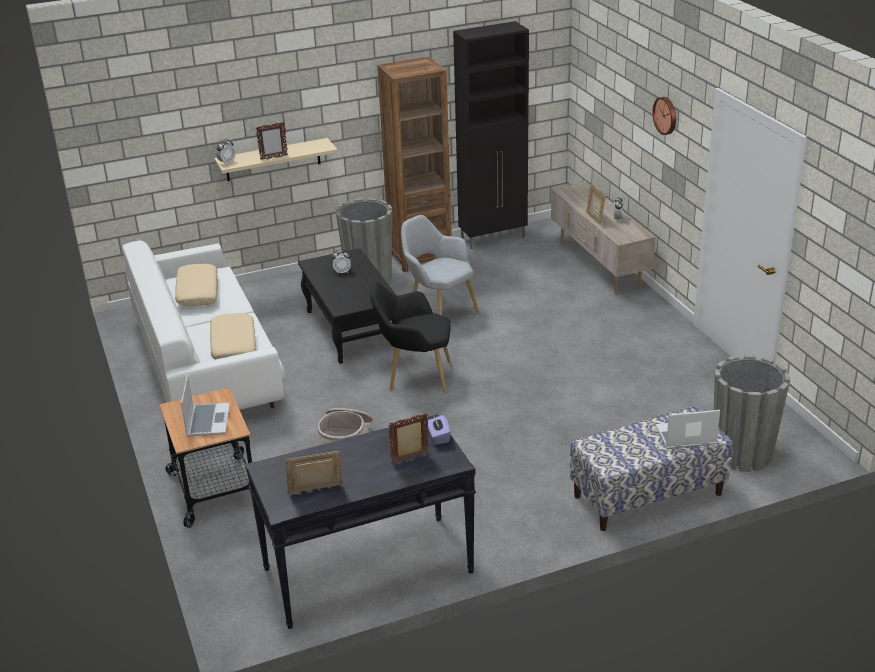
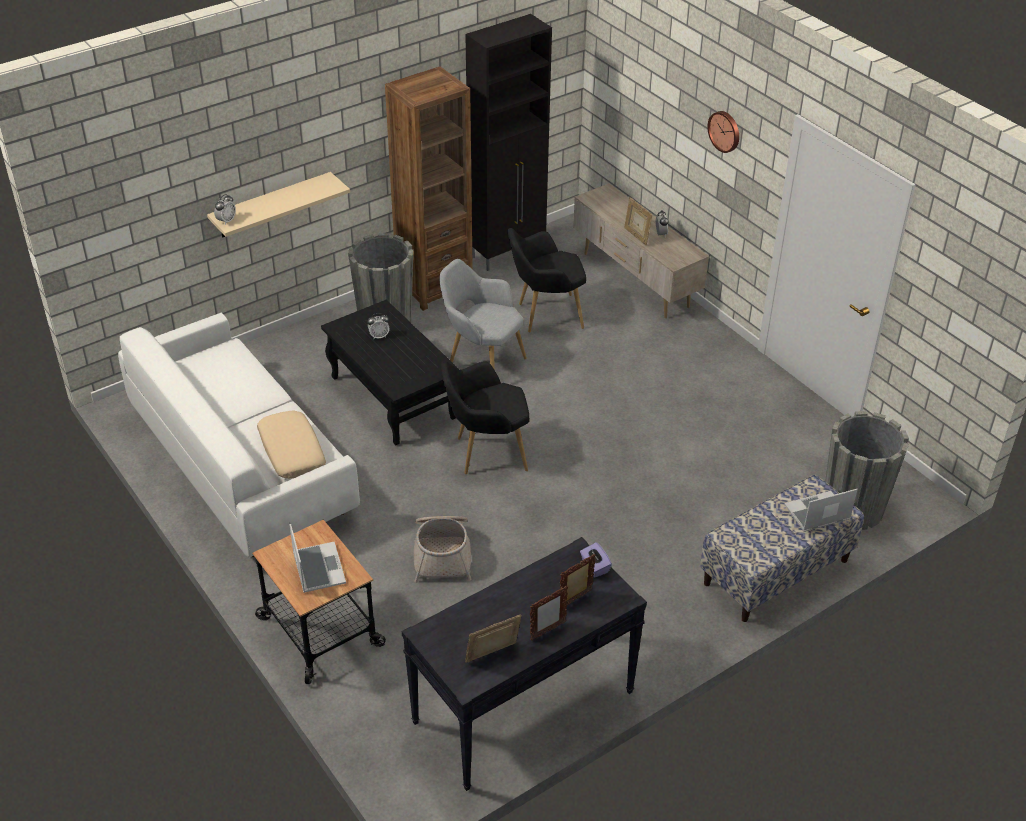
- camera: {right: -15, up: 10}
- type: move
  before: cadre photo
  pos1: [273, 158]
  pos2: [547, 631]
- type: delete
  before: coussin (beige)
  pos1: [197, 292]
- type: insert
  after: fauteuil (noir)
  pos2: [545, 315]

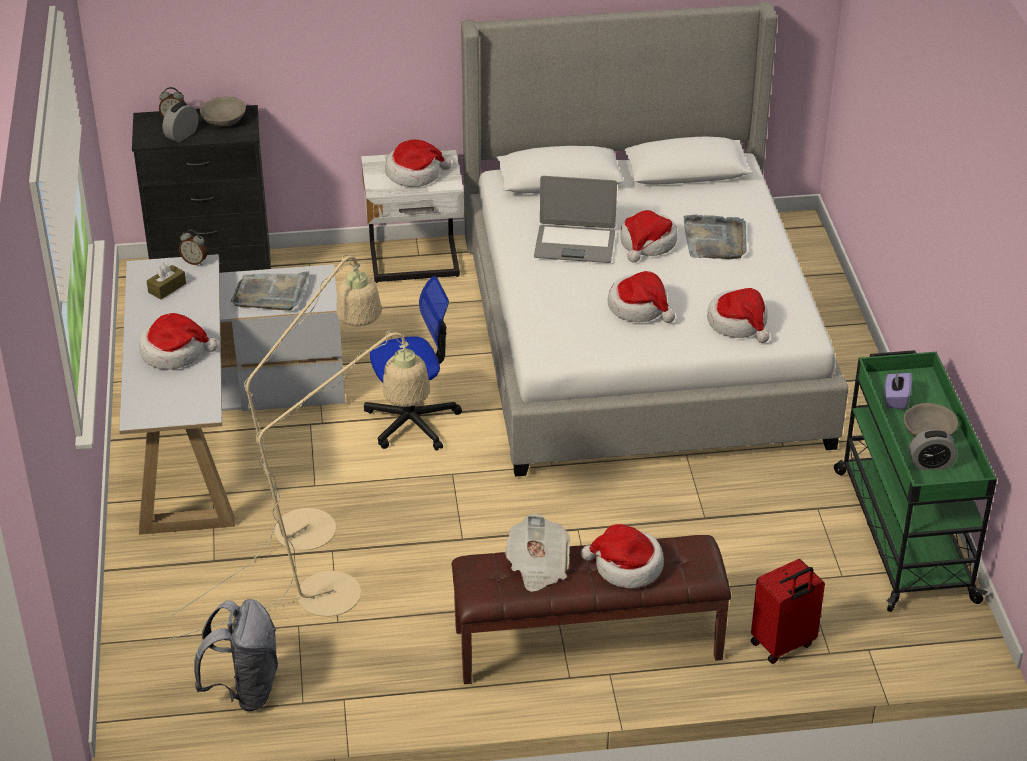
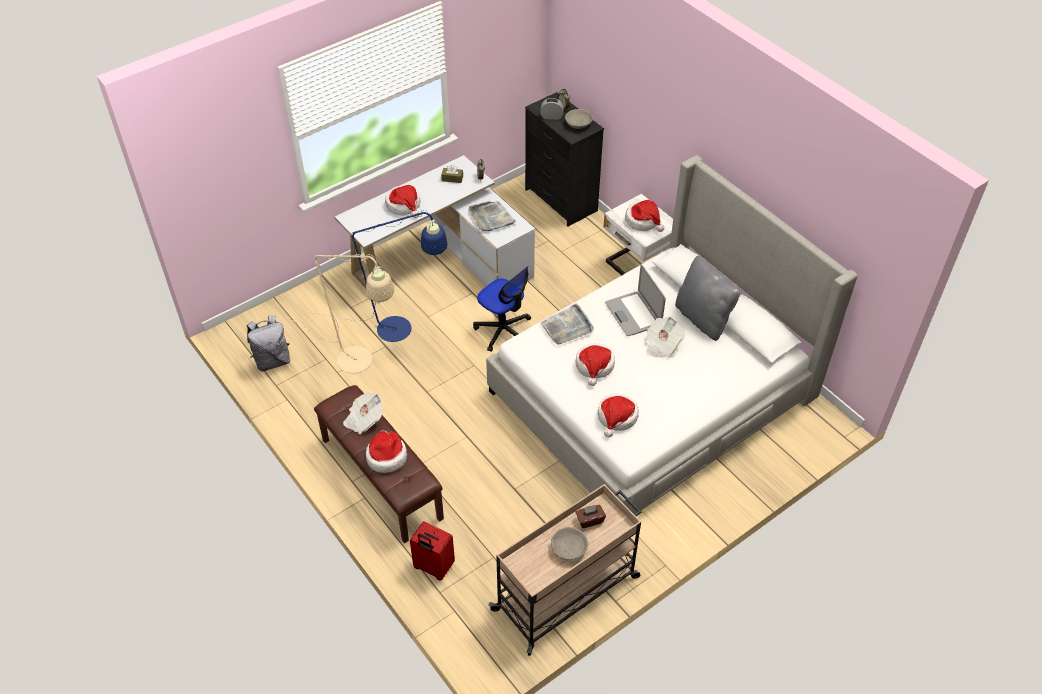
- camera: {right: 60, up: 10}
- type: replace
  before: chapeau
  after: journal
  pos1: [647, 243]
  pos2: [662, 345]
- type: move
  before: plateau (gris)
  pos1: [715, 240]
  pos2: [567, 327]
- type: recolor
  before: lampadaire (beige)
  after: lampadaire (bleu)
  pos1: [317, 520]
  pos2: [403, 330]
- type: recolor
  before: chariot (vert)
  after: chariot (beige)
  pos1: [903, 533]
  pos2: [567, 592]
- type: recolor
  before: boîte à mouchoirs (violet)
  after: boîte à mouchoirs (marron)
  pos1: [895, 399]
  pos2: [589, 520]
- type: delete
  before: réveil
  pos1: [930, 464]
- type: insert
  after: coussin (gris)
  pos2: [702, 319]

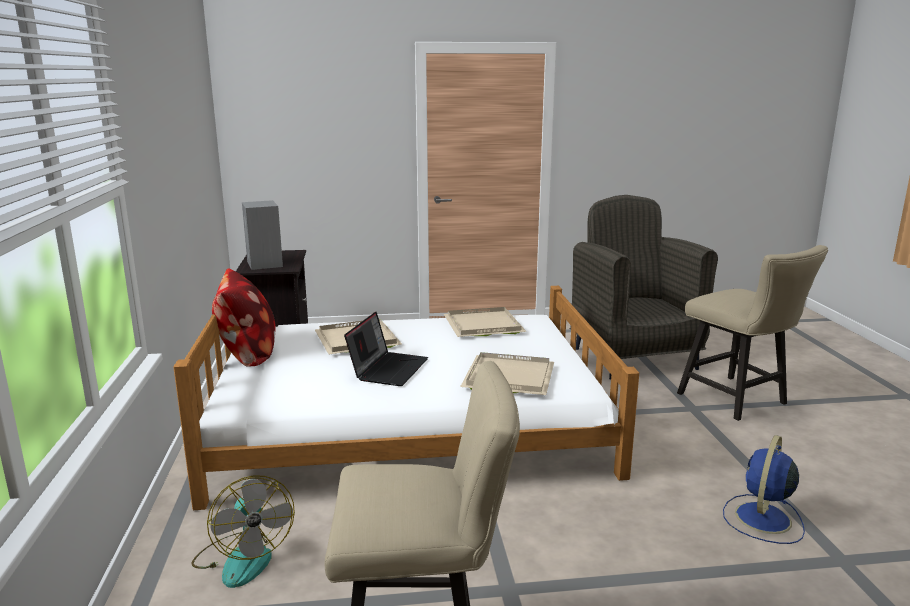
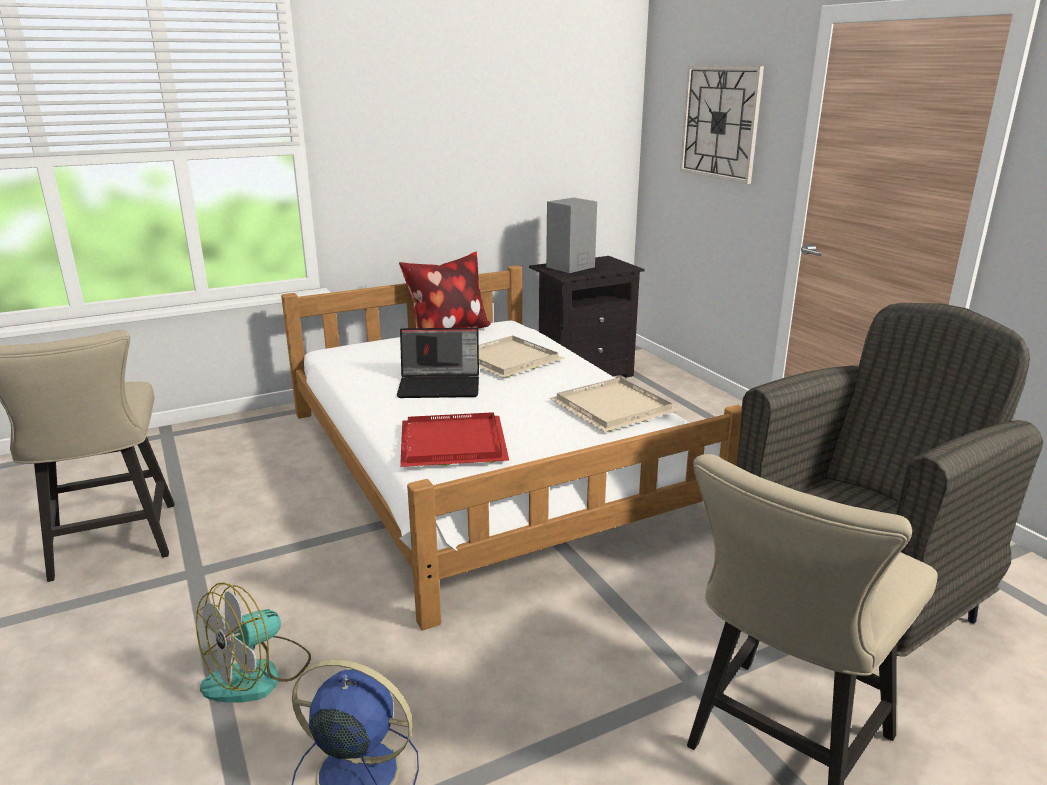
- camera: {right: 70, up: 5}
- type: recolor
  before: plateau (beige)
  after: plateau (rouge)
  pos1: [507, 378]
  pos2: [451, 443]
- type: move
  before: ventilateur
  pos1: [243, 557]
  pos2: [258, 674]
- type: insert
  after: horloge murale
  pos2: [720, 122]

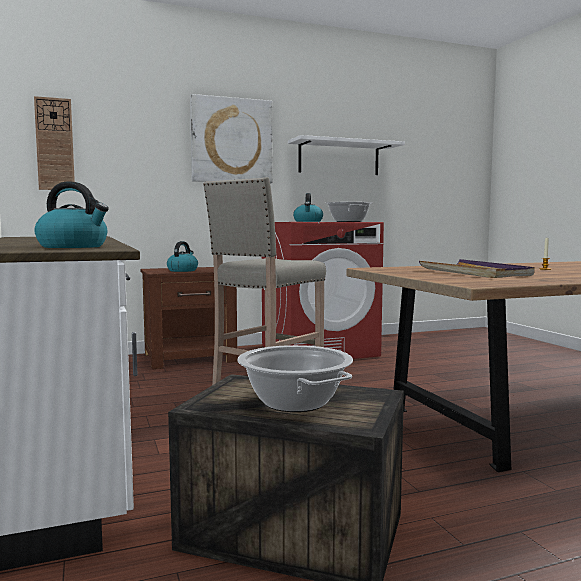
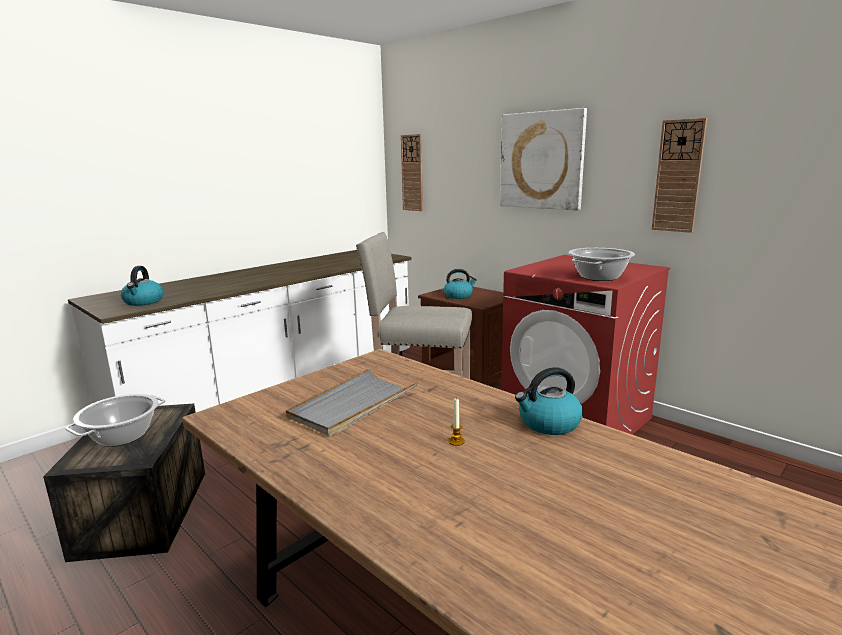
- camera: {right: 65, up: 10}
- type: replace
  before: étagère (blanc)
  after: horloge murale
  pos1: [339, 158]
  pos2: [678, 176]
- type: move
  before: bouilloire
  pos1: [308, 221]
  pos2: [548, 423]
- type: recolor
  before: plateau (violet)
  after: plateau (gris)
  pos1: [474, 273]
  pos2: [353, 405]

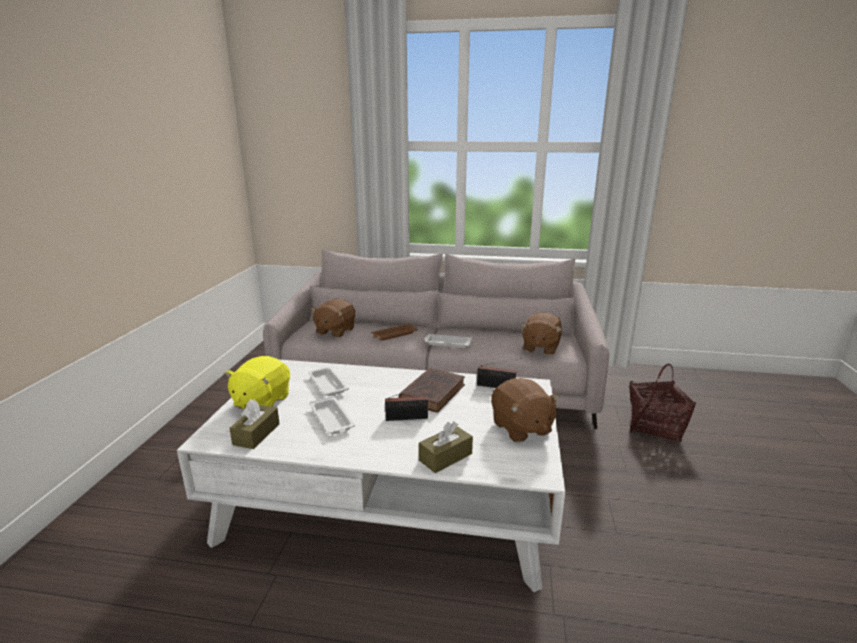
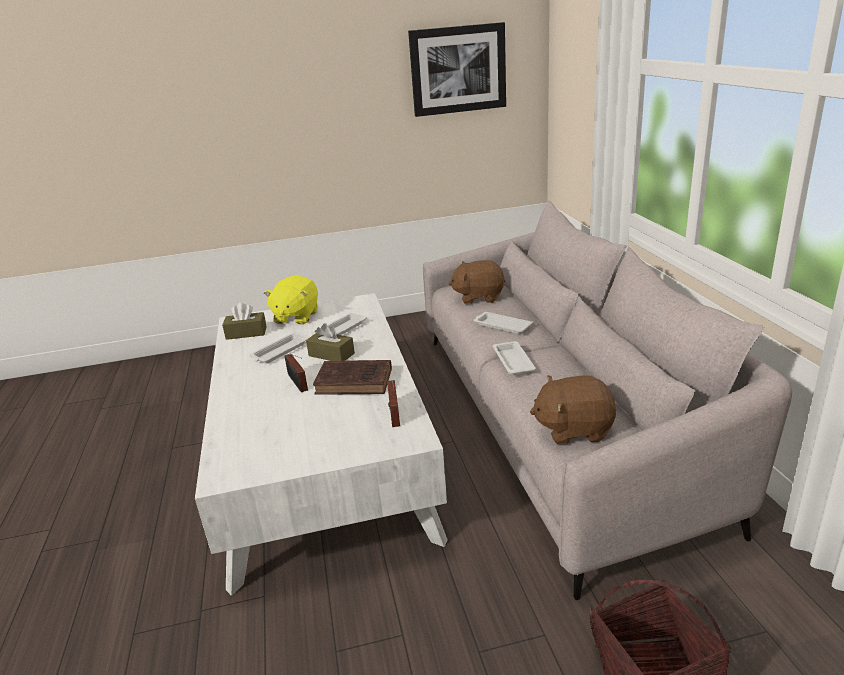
- camera: {right: 70, up: 5}
- type: recolor
  before: plateau (marron)
  after: plateau (blanc)
  pos1: [393, 335]
  pos2: [501, 326]
- type: rotate
  before: peluche (jaune)
  pos1: [261, 401]
  pos2: [296, 317]
  turn: -75
- type: delete
  before: peluche (marron)
  pos1: [521, 428]
- type: move
  before: boîte à mouchoirs (marron)
  pos1: [445, 457]
  pos2: [331, 354]
- type: insert
  after: tableau
  pos2: [458, 70]

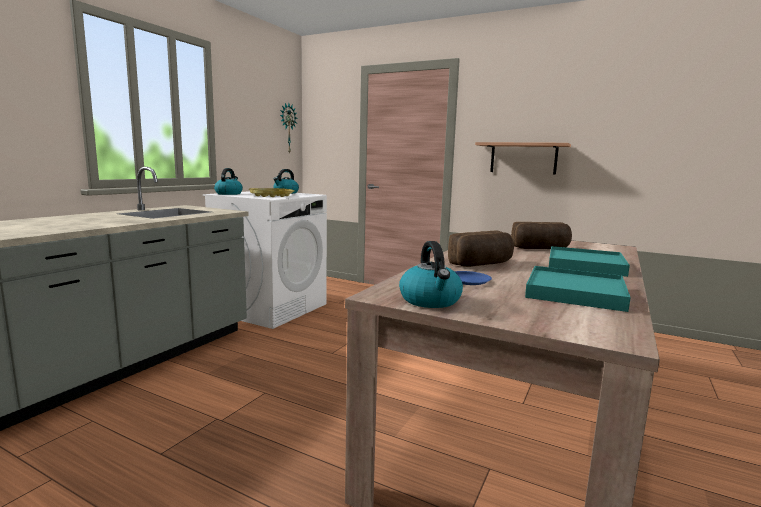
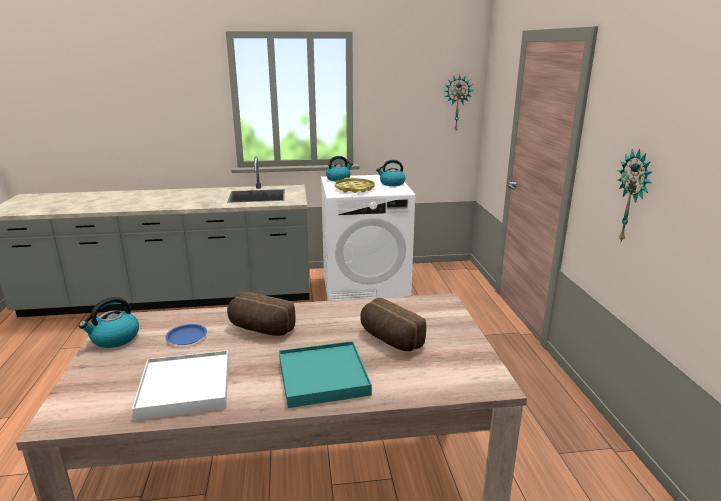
- camera: {right: 55, up: 10}
- type: replace
  before: étagère
  after: horloge murale
  pos1: [523, 158]
  pos2: [633, 197]
- type: recolor
  before: plateau (turquoise)
  after: plateau (blanc)
  pos1: [574, 292]
  pos2: [186, 387]

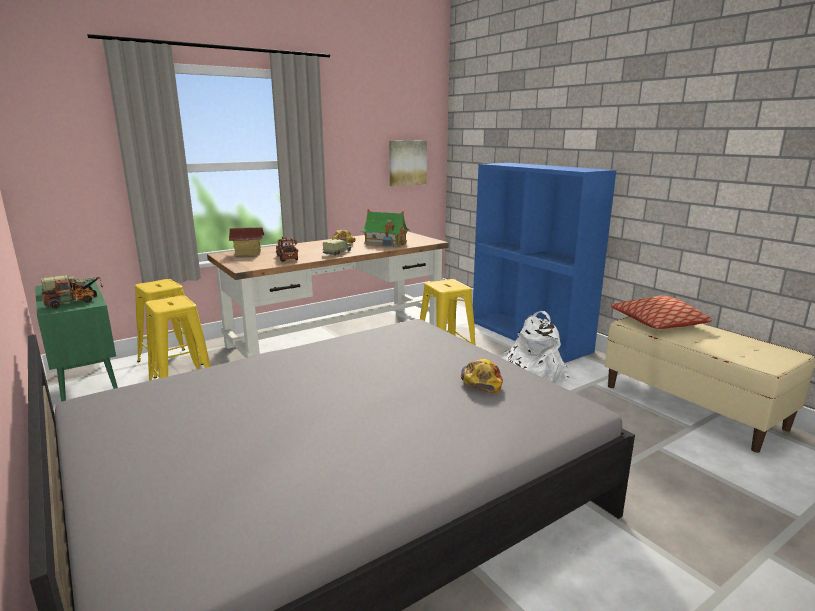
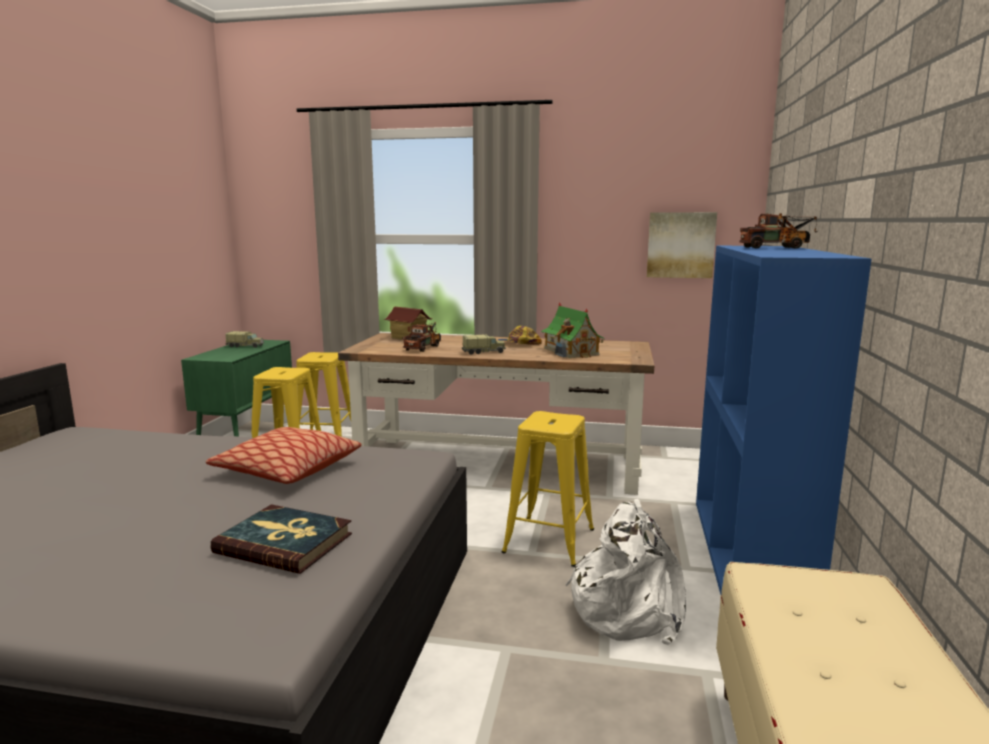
- camera: {right: 45, up: -5}
- type: move
  before: camion jouet
  pos1: [75, 302]
  pos2: [777, 248]
- type: move
  before: coussin
  pos1: [658, 323]
  pos2: [287, 470]
- type: replace
  before: casquette
  after: livre
  pos1: [481, 381]
  pos2: [284, 543]

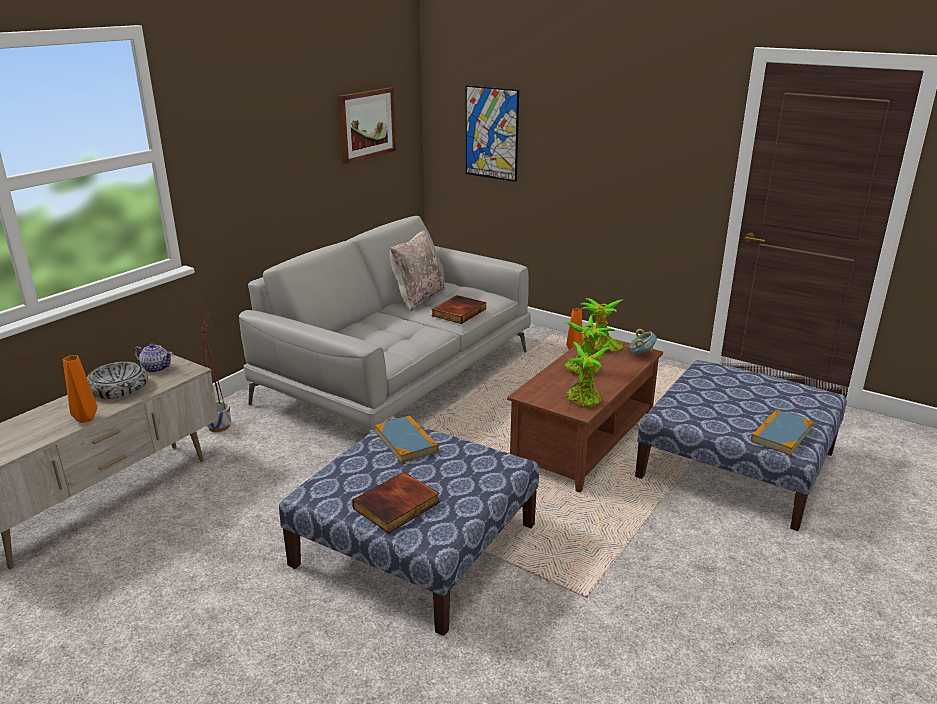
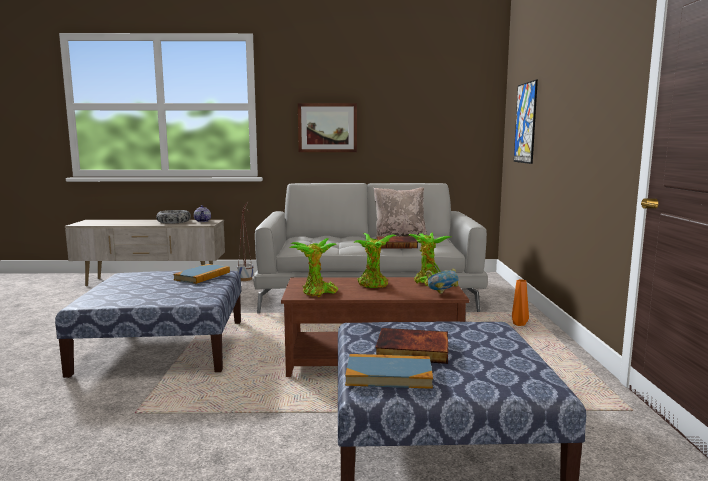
- camera: {right: 55, up: -15}
- type: move
  before: tableau
  pos1: [366, 124]
  pos2: [327, 128]
- type: delete
  before: vase (orange)
  pos1: [86, 418]
- type: move
  before: livre
  pos1: [397, 506]
  pos2: [412, 350]

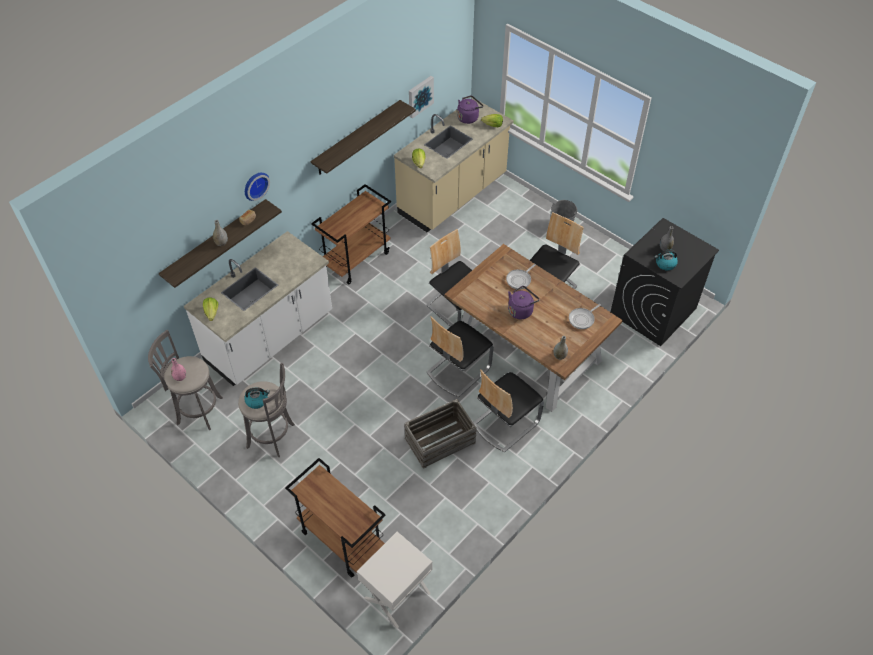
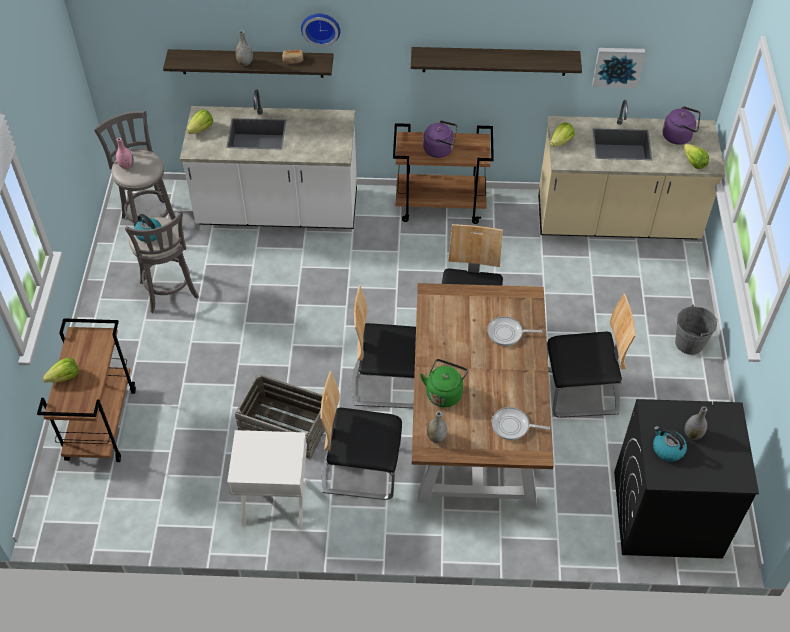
- camera: {right: 50, up: 0}
- type: move
  before: bouilloire (violet)
  pos1: [521, 310]
  pos2: [440, 150]
- type: move
  before: table de chevet (blanc)
  pos1: [397, 596]
  pos2: [274, 503]
- type: insert
  after: laitue
  pos2: [65, 377]
- type: insert
  after: bouilloire (vert)
  pos2: [444, 392]

